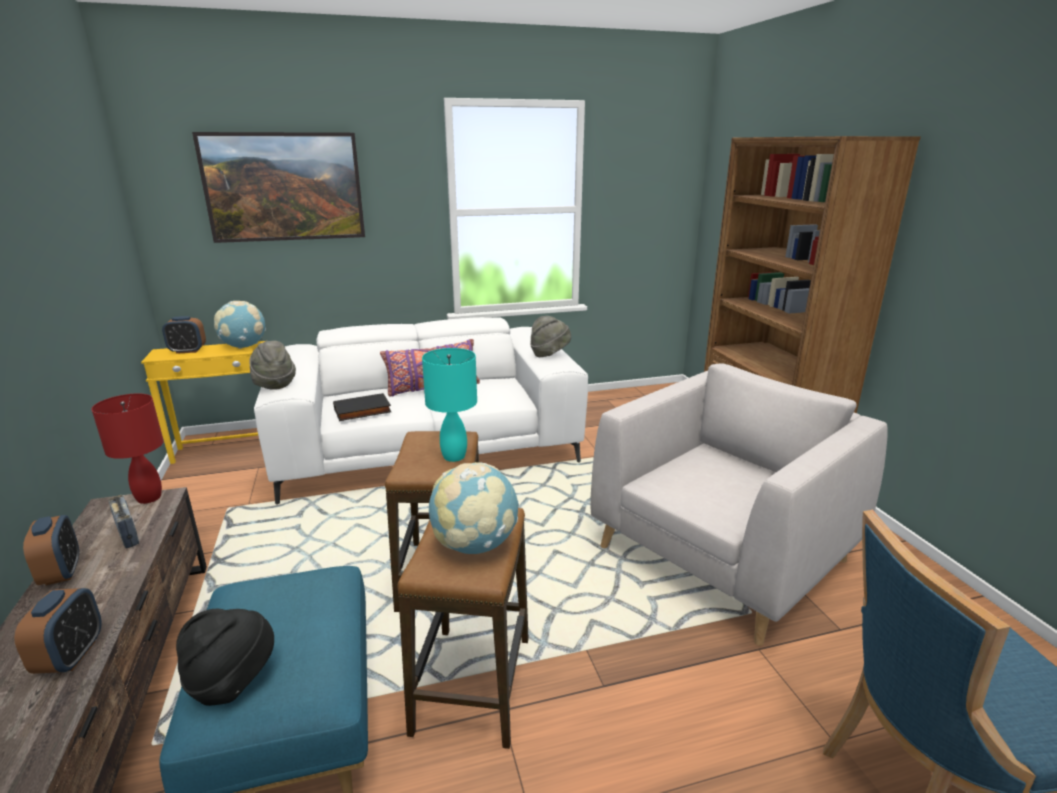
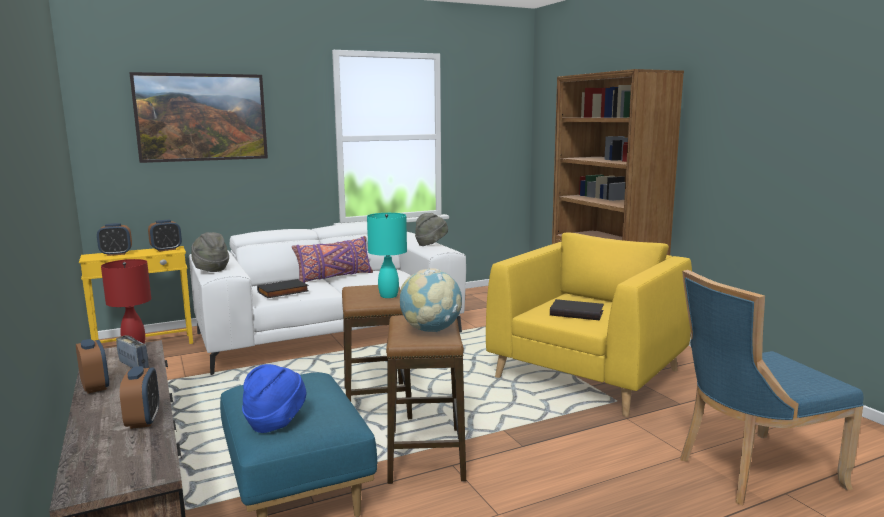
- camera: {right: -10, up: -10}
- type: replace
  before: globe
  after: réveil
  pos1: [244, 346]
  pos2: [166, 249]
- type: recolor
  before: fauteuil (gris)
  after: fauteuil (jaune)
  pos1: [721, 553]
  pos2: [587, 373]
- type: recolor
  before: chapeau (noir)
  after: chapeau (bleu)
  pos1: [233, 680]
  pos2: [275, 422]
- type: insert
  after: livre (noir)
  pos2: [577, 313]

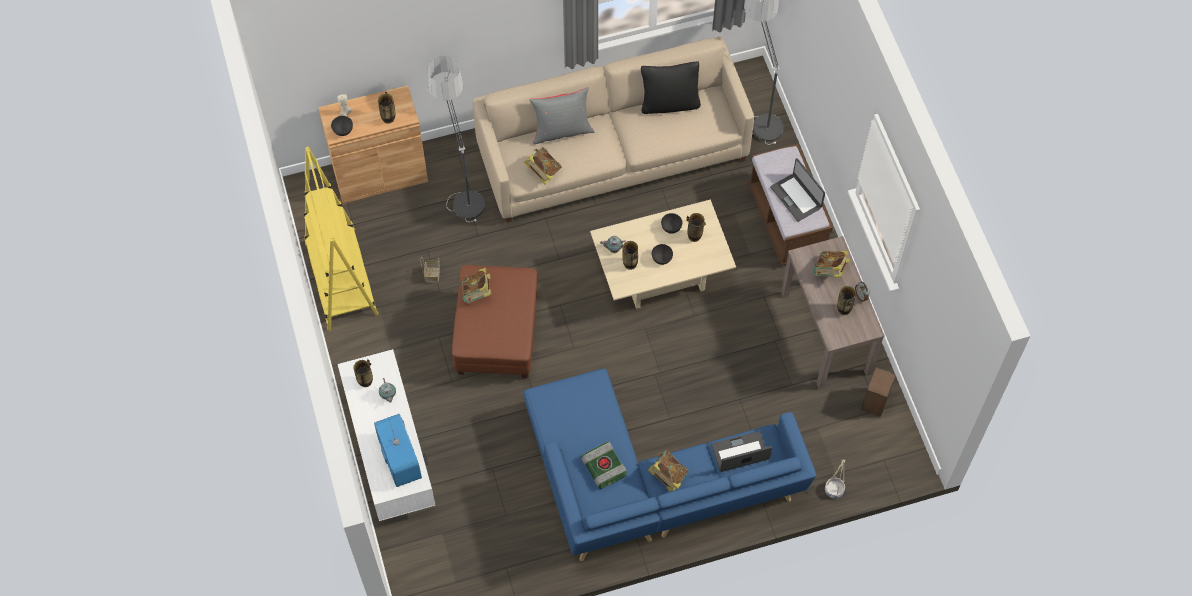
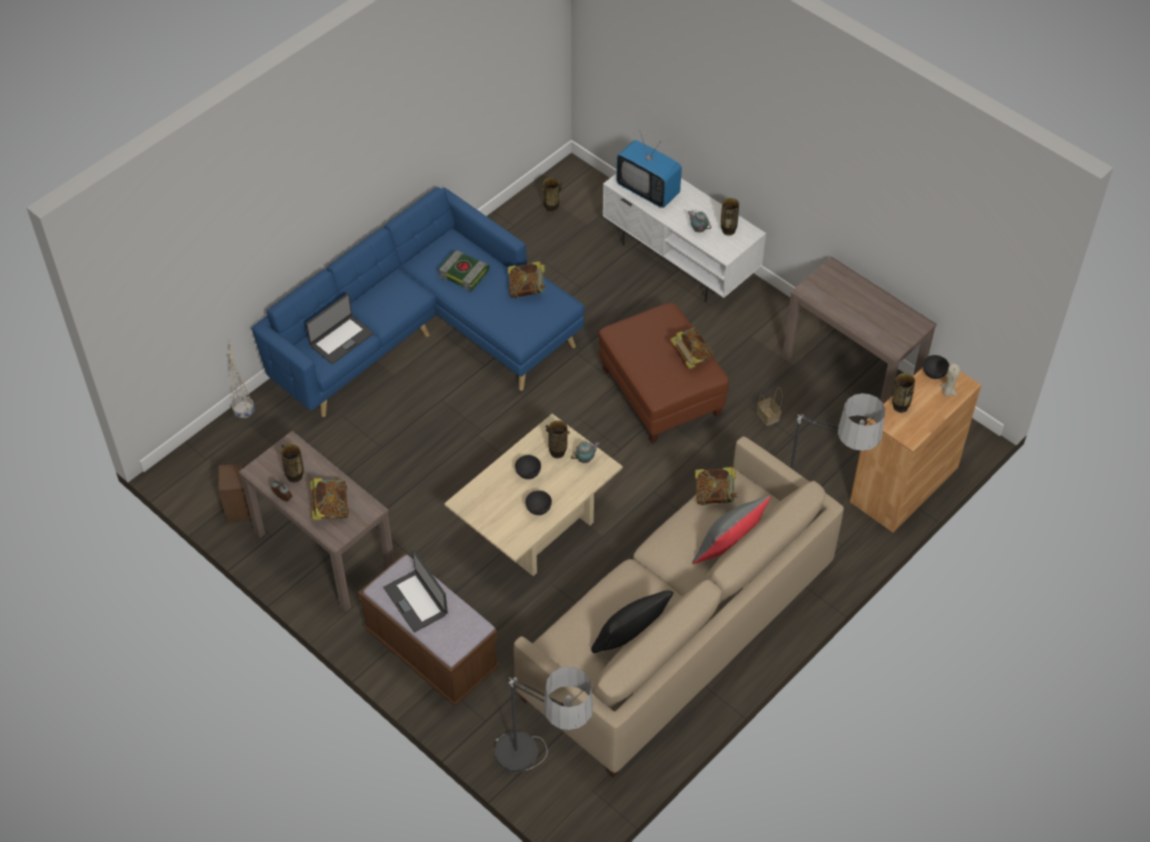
- camera: {right: 150, up: -10}
- type: replace
  before: bibliothèque (jaune)
  after: table console (marron)
  pos1: [341, 278]
  pos2: [851, 372]
- type: rotate
  before: ordinateur portable
  pos1: [796, 197]
  pos2: [416, 601]
  turn: -150
- type: move
  before: vase
  pos1: [694, 236]
  pos2: [551, 208]
- type: move
  before: livre
  pos1: [667, 476]
  pos2: [527, 290]

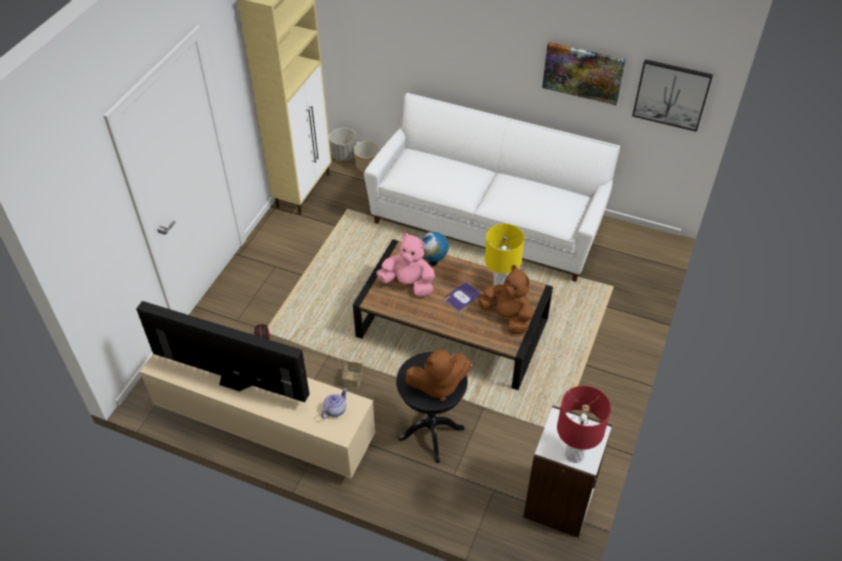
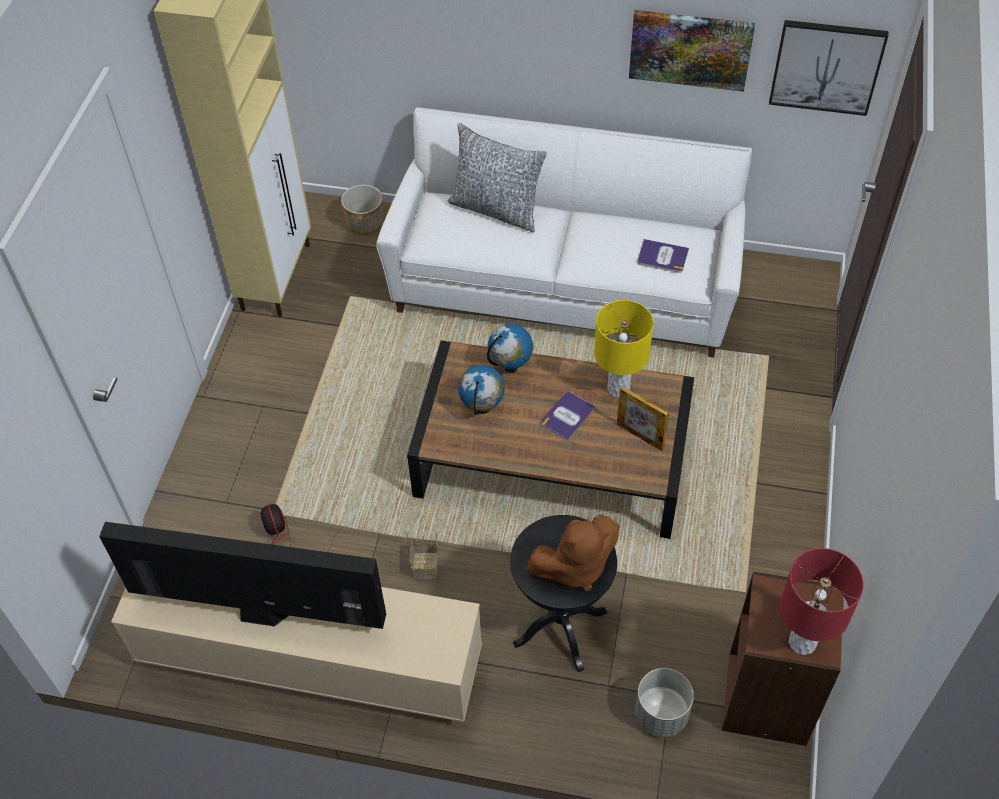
- camera: {right: -10, up: 5}
- type: move
  before: cache-pot (gris)
  pos1: [344, 155]
  pos2: [661, 715]
- type: replace
  before: peluche (rose)
  after: globe
  pos1: [408, 284]
  pos2: [482, 408]
- type: replace
  before: peluche (marron)
  after: cadre photo
  pos1: [507, 317]
  pos2: [640, 436]
- type: delete
  before: théière
  pos1: [335, 409]
- type: recolor
  before: bibliothèque (blanc)
  after: bibliothèque (marron)
  pos1: [560, 503]
  pos2: [768, 698]
- type: insert
  after: coussin
  pos2: [496, 209]
- type: insert
  after: livre
  pos2: [662, 257]

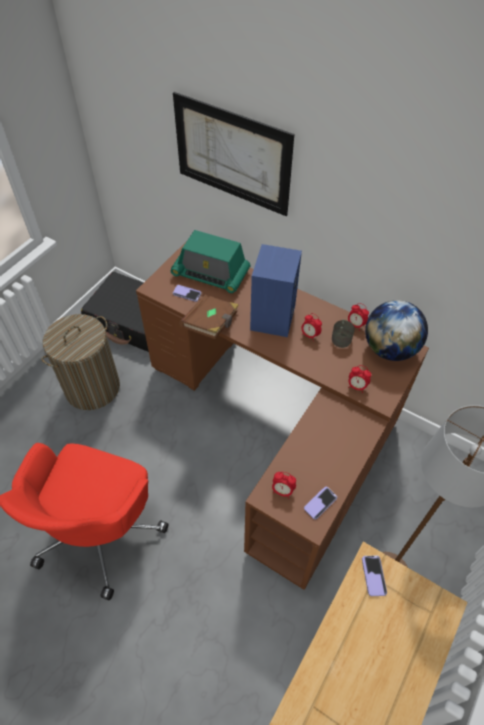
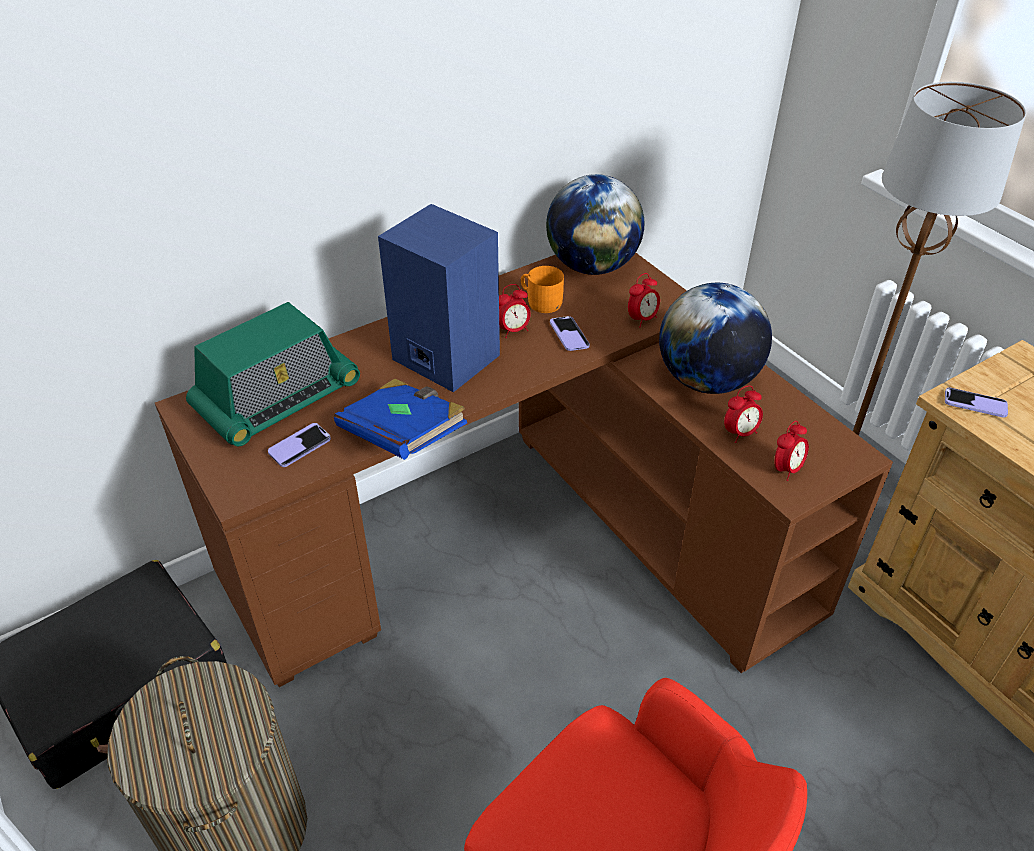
- camera: {right: -65, up: -10}
- type: delete
  before: tableau
  pos1: [232, 155]
- type: recolor
  before: livre (marron)
  after: livre (bleu)
  pos1: [211, 324]
  pos2: [403, 436]
- type: move
  before: réveil
  pos1: [355, 325]
  pos2: [740, 433]
- type: recolor
  before: mug (gris)
  after: mug (orange)
  pos1: [341, 338]
  pos2: [541, 301]
- type: move
  before: téléphone
  pos1: [320, 503]
  pos2: [569, 335]
- type: insert
  after: globe
  pos2: [707, 380]

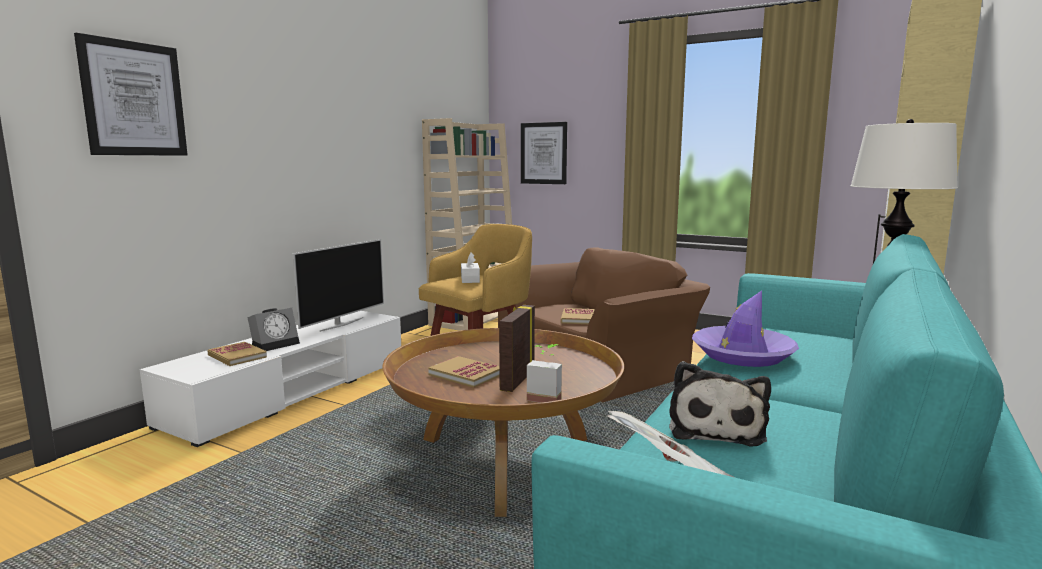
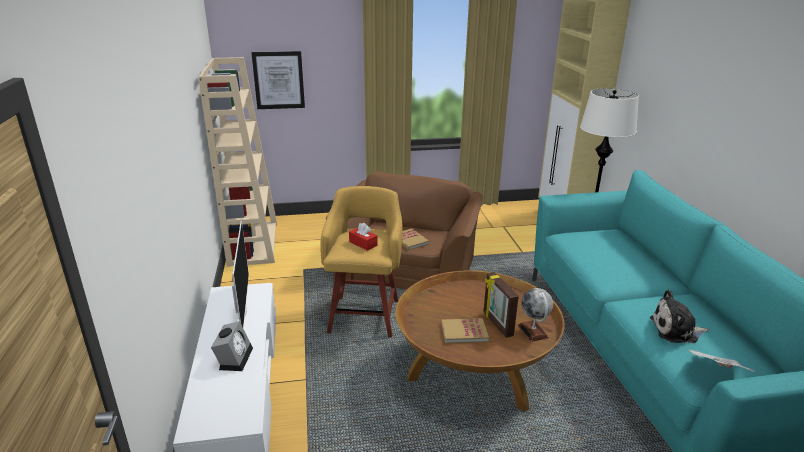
- camera: {right: -40, up: 15}
- type: delete
  before: tableau
  pos1: [134, 99]
- type: recolor
  before: boîte à mouchoirs (blanc)
  after: boîte à mouchoirs (rouge)
  pos1: [470, 279]
  pos2: [363, 243]
- type: delete
  before: chapeau (violet)
  pos1: [742, 355]
- type: delete
  before: livre
  pos1: [237, 356]
- type: replace
  before: plante en pot
  after: globe
  pos1: [546, 397]
  pos2: [533, 331]
- type: rotate
  before: peluche
  pos1: [716, 428]
  pos2: [676, 330]
  turn: 120

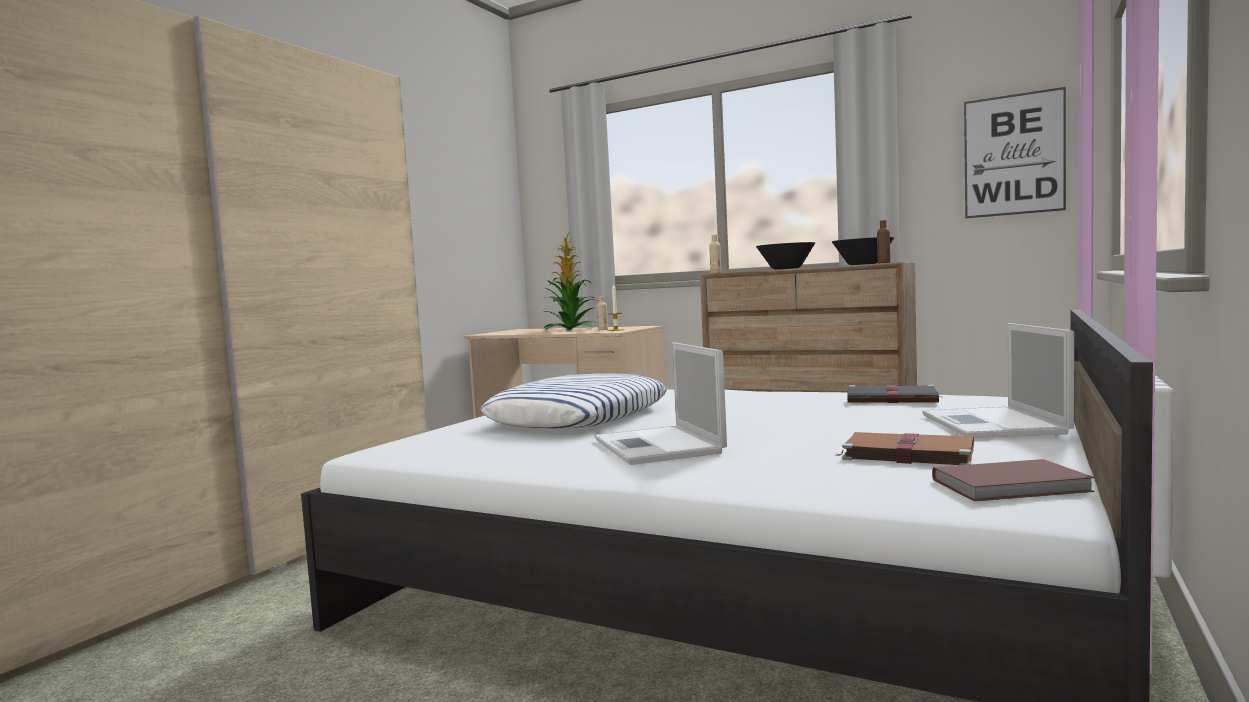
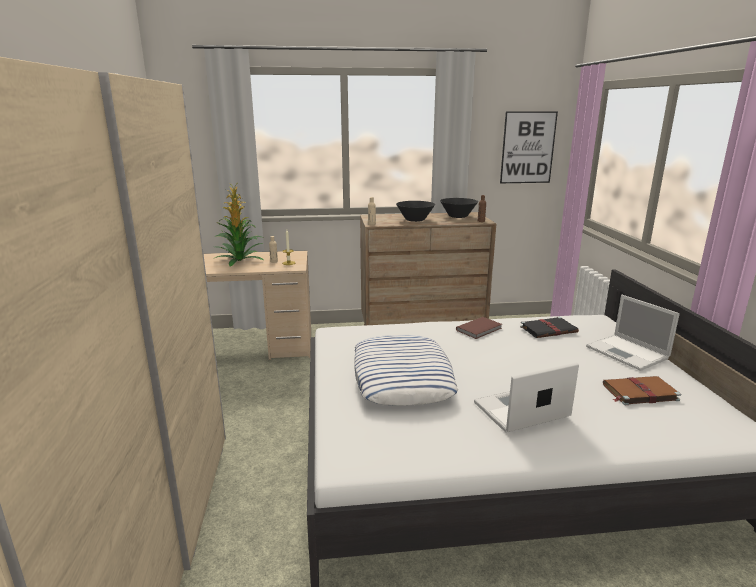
- camera: {right: -35, up: 15}
- type: rotate
  before: ordinateur portable
  pos1: [659, 446]
  pos2: [520, 411]
  turn: 120
- type: move
  before: livre (marron)
  pos1: [1013, 486]
  pos2: [480, 329]

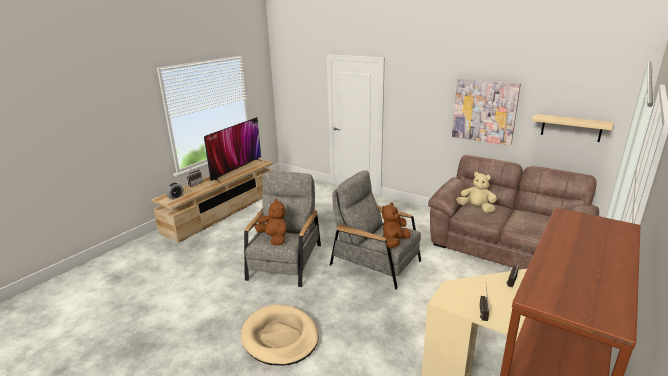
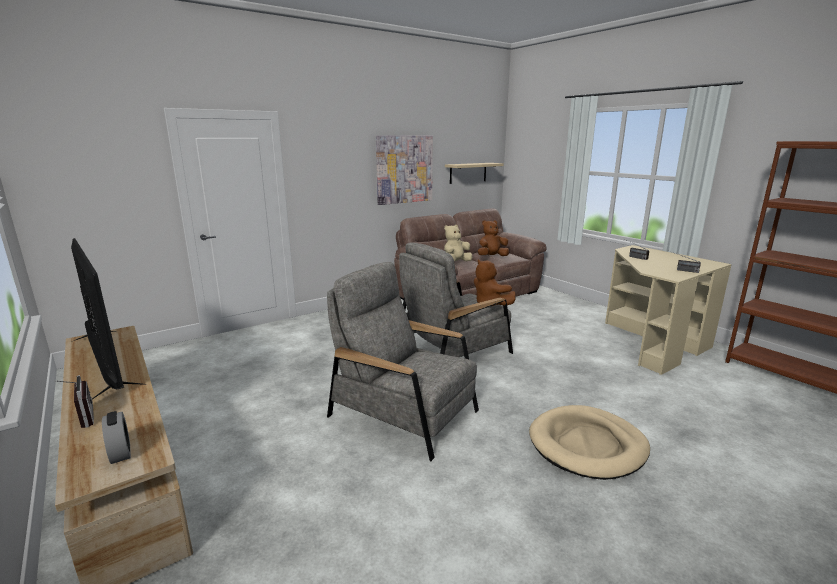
- camera: {right: -70, up: -5}
- type: move
  before: peluche (marron)
  pos1: [274, 238]
  pos2: [492, 257]

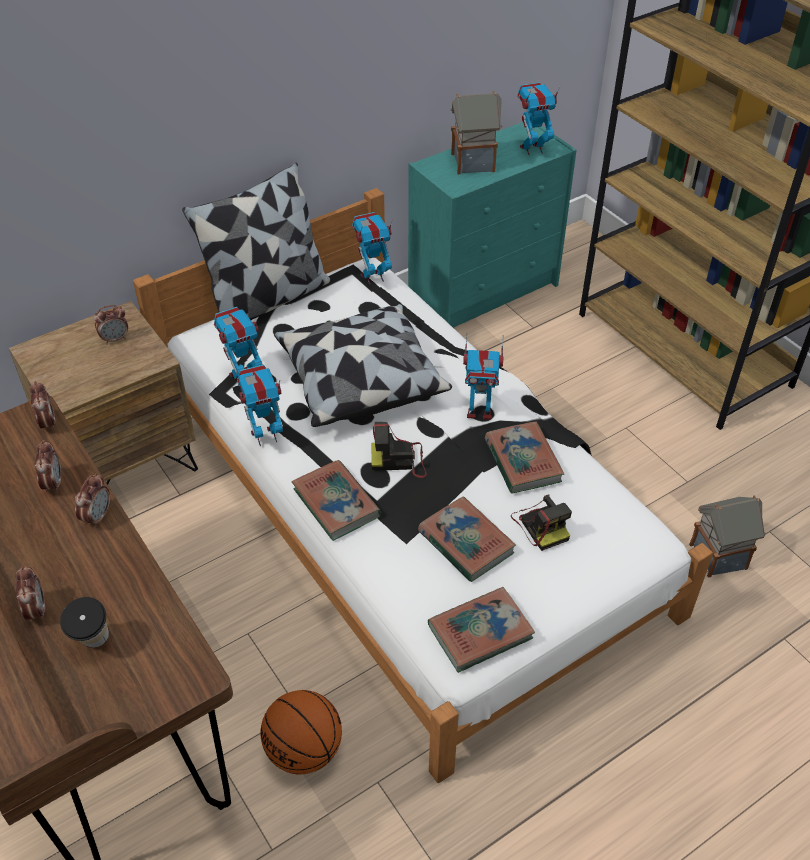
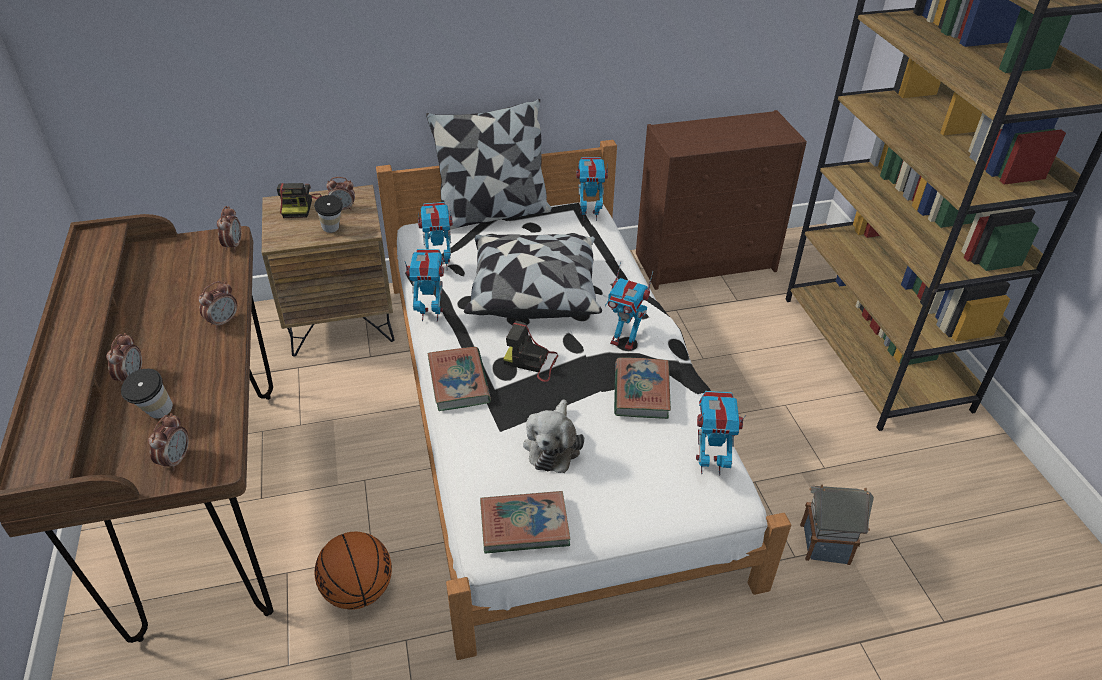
- camera: {right: 20, up: -5}
- type: move
  before: robot jouet
  pos1: [532, 149]
  pos2: [709, 465]
- type: delete
  before: maison miniature
  pos1: [474, 162]
- type: recolor
  before: commode (turquoise)
  after: commode (marron)
  pos1: [485, 292]
  pos2: [707, 262]
- type: move
  before: réveil
  pos1: [53, 483]
  pos2: [176, 460]
- type: move
  before: appareil photo
  pos1: [541, 524]
  pos2: [299, 206]
- type: replace
  before: livre
  after: peluche
  pos1: [466, 543]
  pos2: [553, 446]
- type: insert
  after: tasse
  pos2: [333, 231]

